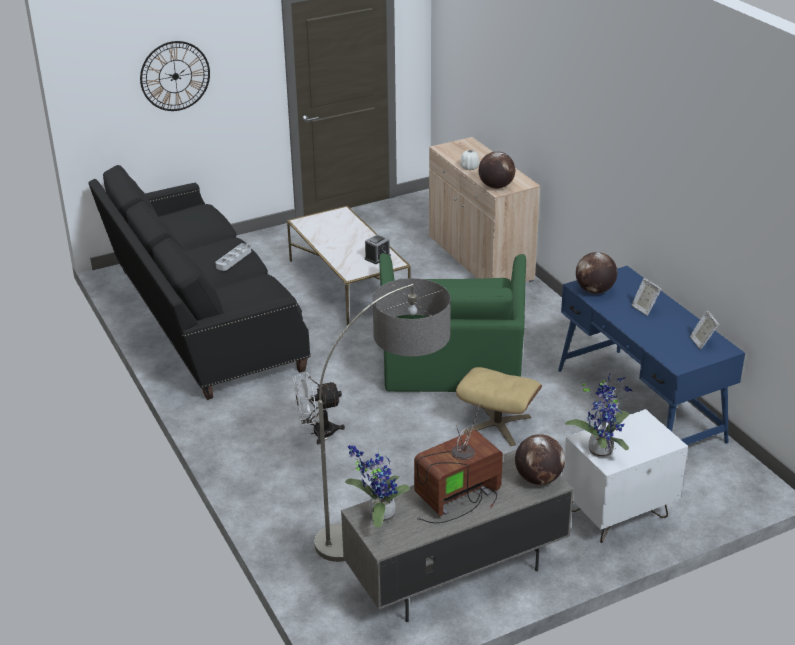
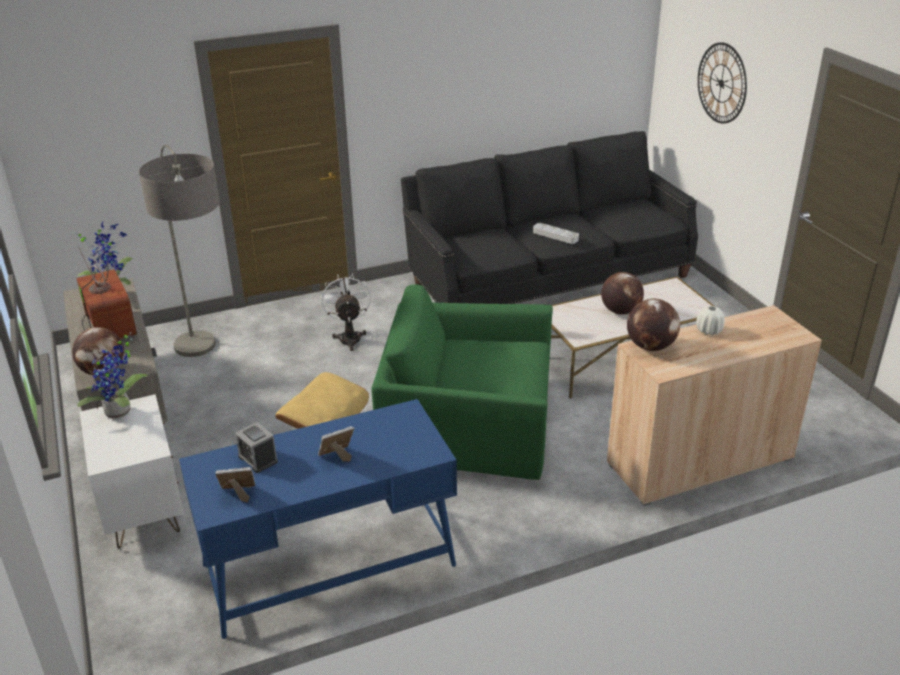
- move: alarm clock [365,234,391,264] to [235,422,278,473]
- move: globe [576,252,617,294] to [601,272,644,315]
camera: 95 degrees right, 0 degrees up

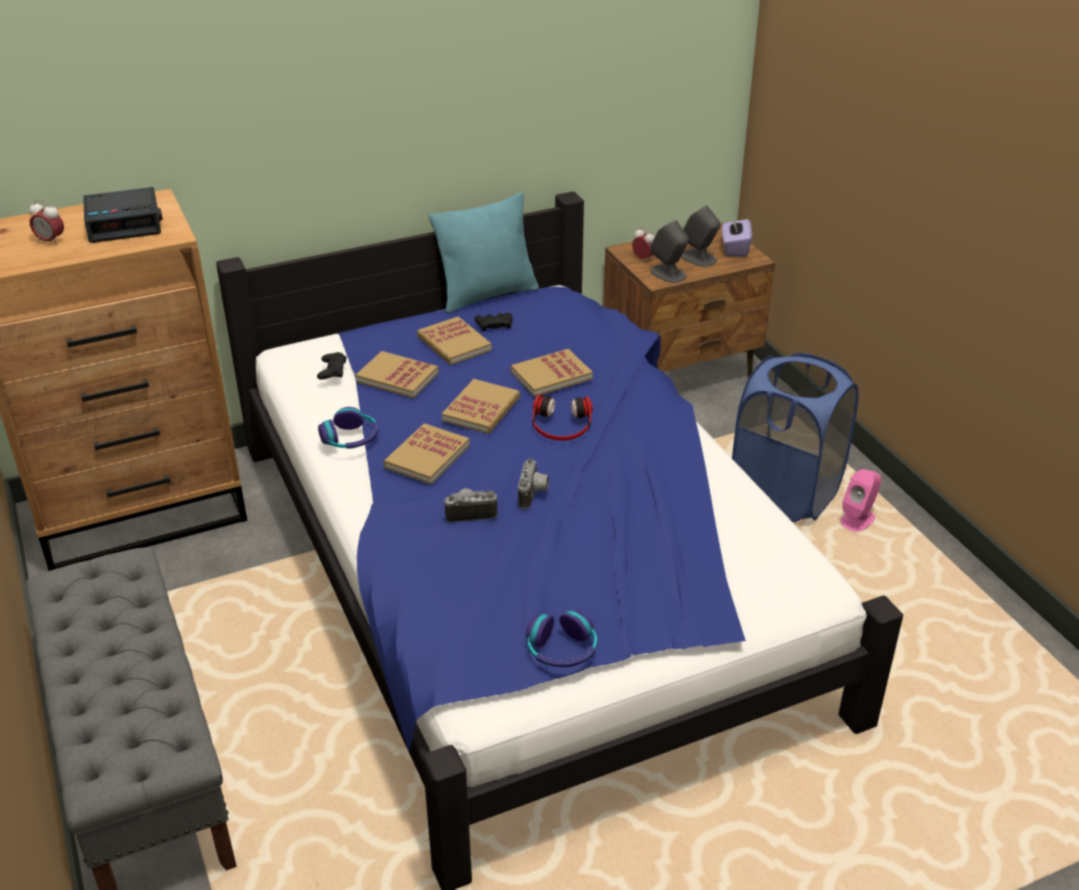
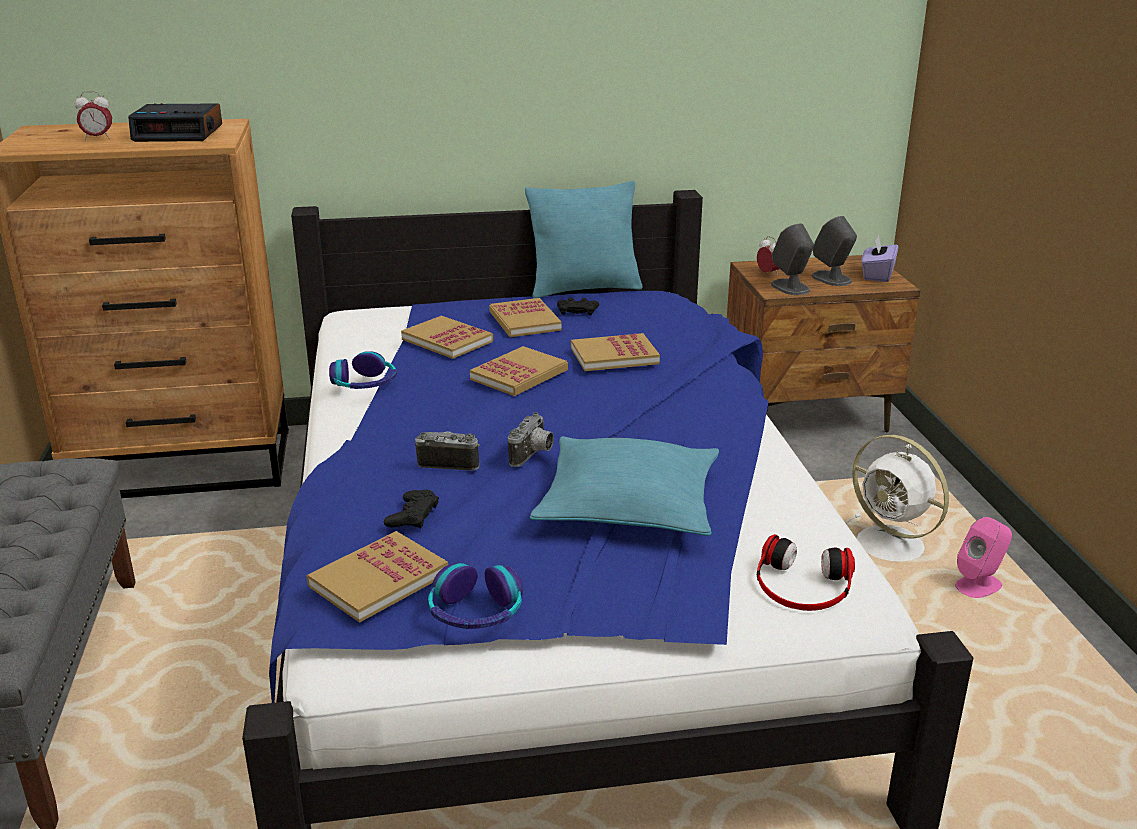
- rotate: alarm clock [29,200,64,246] = [74,91,112,140] 45 degrees counterclockwise
- move: book [383,423,470,484] to [306,531,448,623]
- move: game controller in black [317,352,346,380] to [384,490,439,529]
- insert: pillow in turquoise [530,436,719,536]
- move: headphones [532,394,593,441] to [757,534,855,611]
- replace: laundry basket in blue [732,353,858,522] to fan in white [846,435,949,561]
camera: 15 degrees right, 10 degrees down

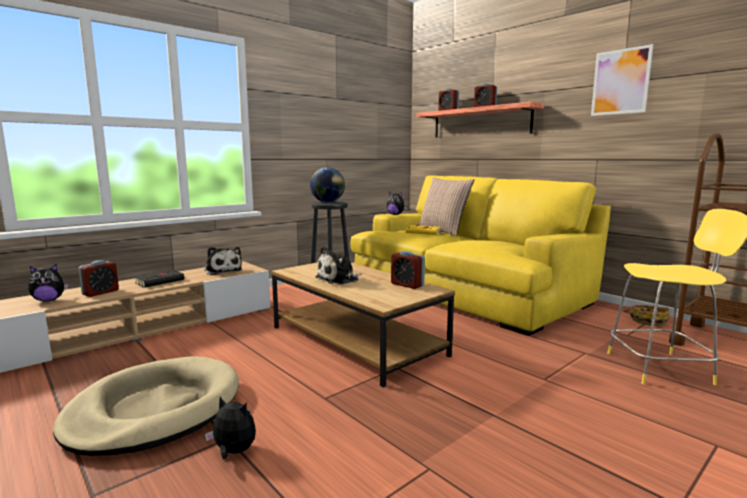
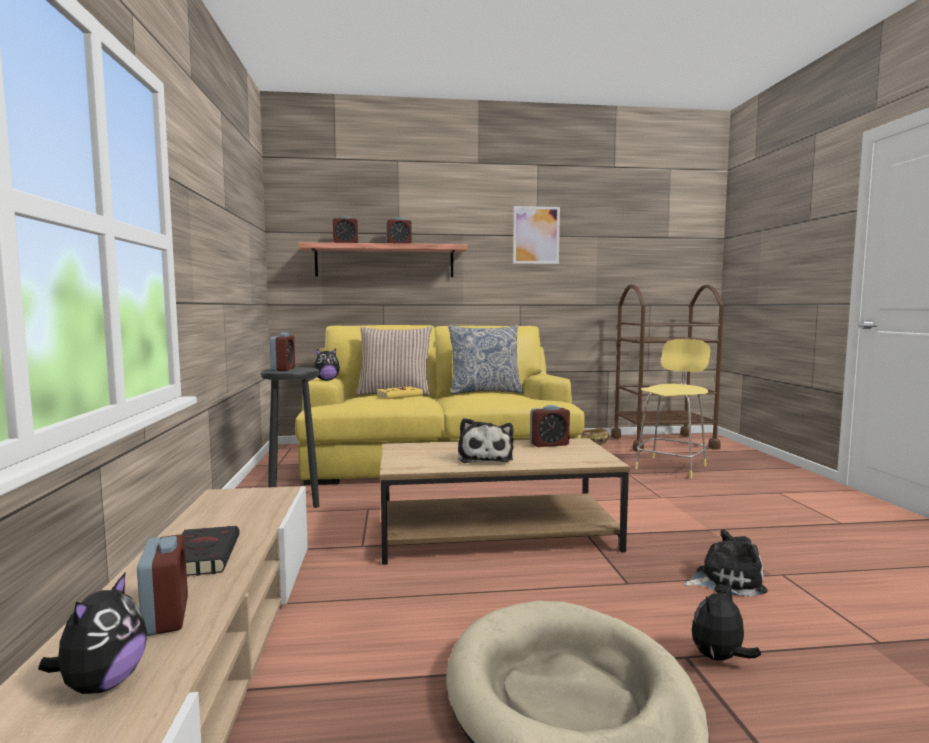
- replace: globe [310,167,345,203] to alarm clock [270,333,295,371]
- insert: pillow [448,325,523,394]
- move: plush toy [205,247,242,275] to [683,529,768,597]
camera: 55 degrees left, 5 degrees down

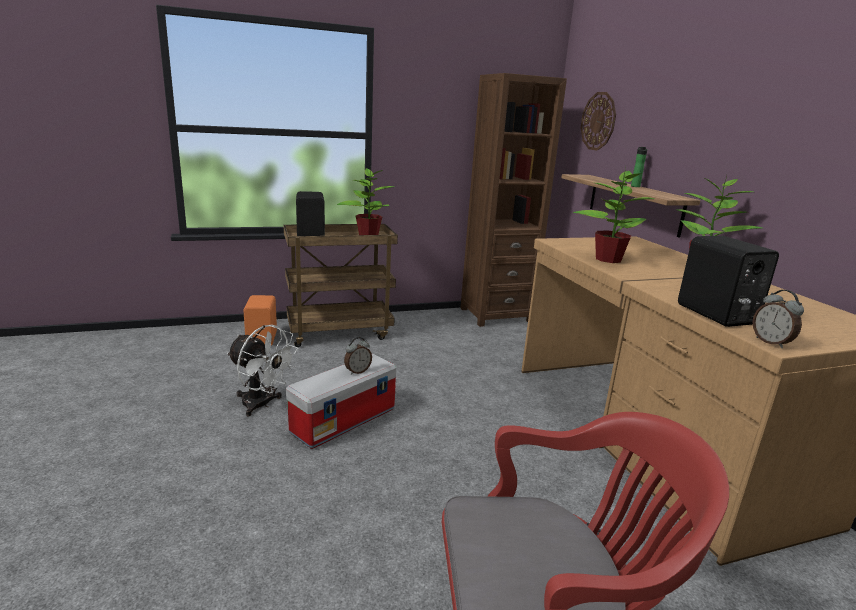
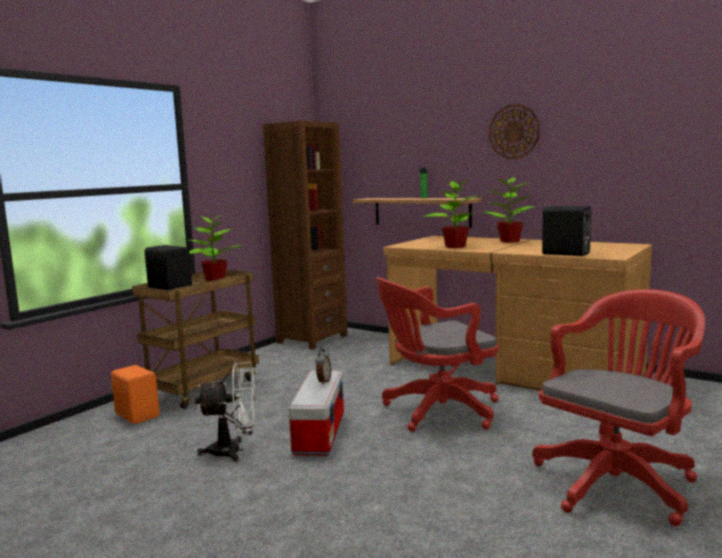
- insert: office chair in red [376,277,499,432]
- move: wall clock [580,92,616,151] to [489,104,540,159]
- delete: alarm clock [753,290,804,348]
camera: 35 degrees left, 10 degrees down

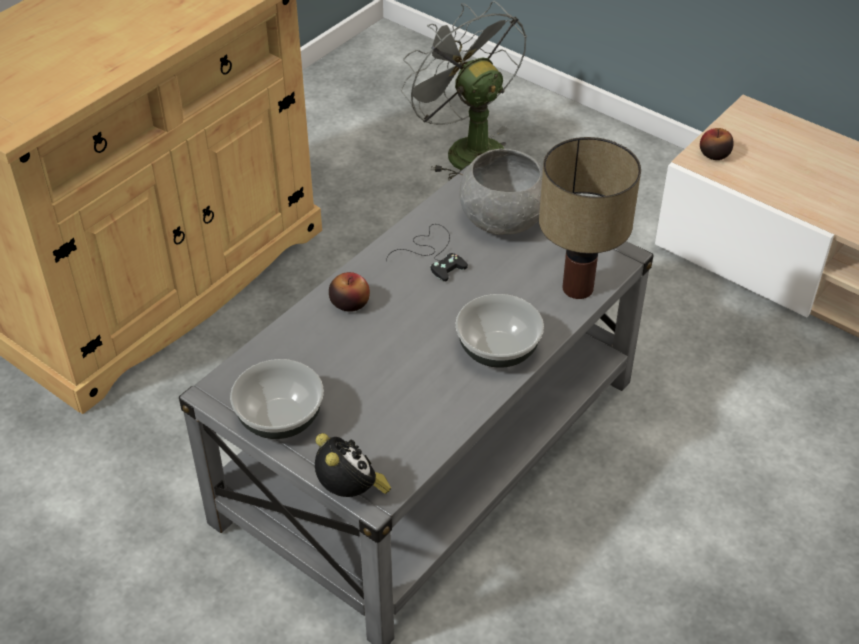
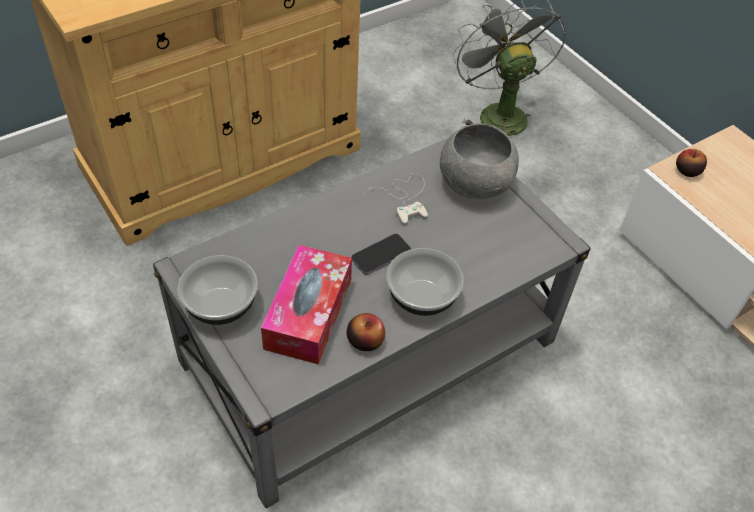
- insert: tissue box [261,245,352,365]
- move: apple [329,272,370,312] to [347,313,385,351]
- insert: phone [351,233,411,275]
- recolor: game controller in black [386,224,468,282] to game controller in white [364,173,428,225]
- delete: alarm clock [315,433,391,497]
- delete: table lamp [539,137,641,299]
camera: 15 degrees right, 5 degrees up

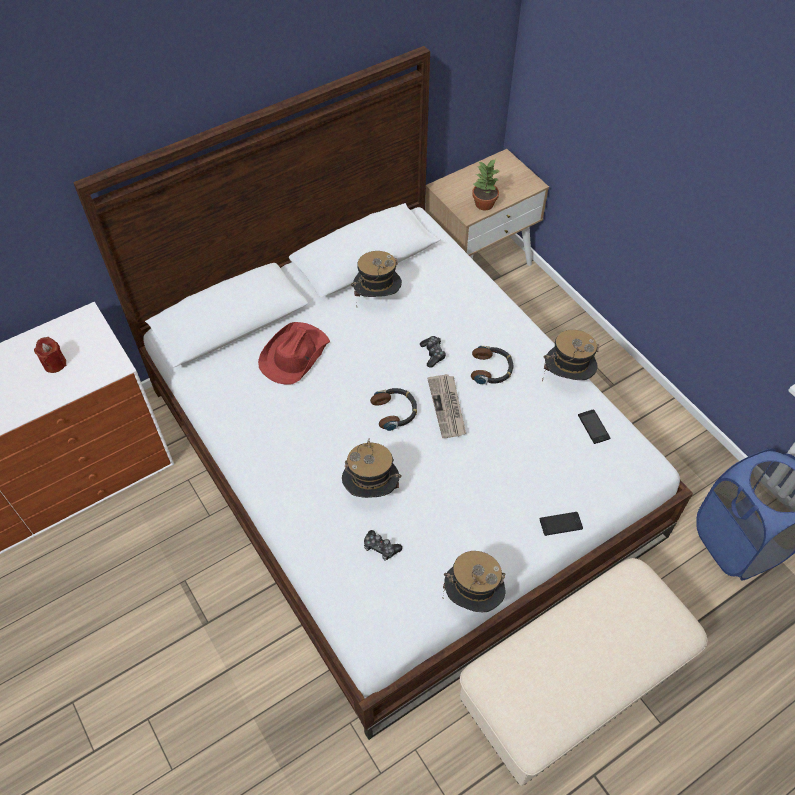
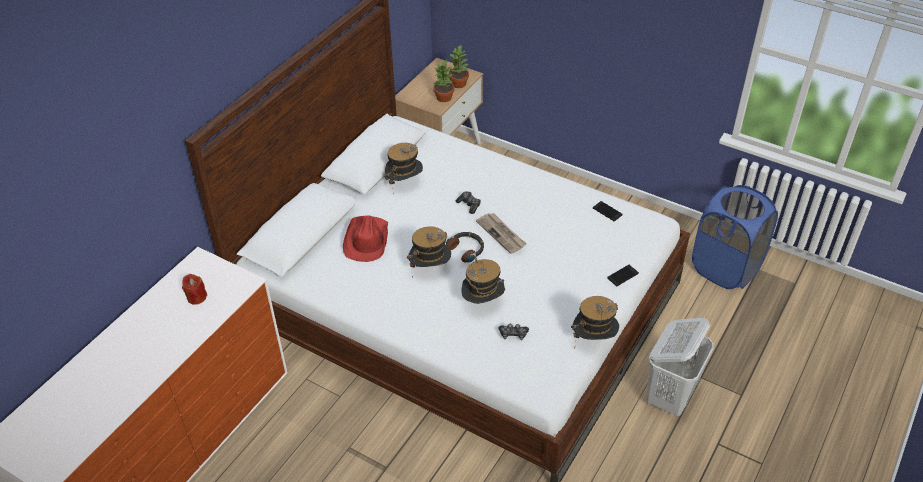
- move: hat [542,330,599,381] to [407,226,451,278]
- insert: potted plant [448,45,469,88]
- replace: ottoman in beige [460,558,707,786] to laundry basket in white [646,318,714,416]
- delete: headphones [471,345,514,384]
camera: 25 degrees left, 10 degrees down

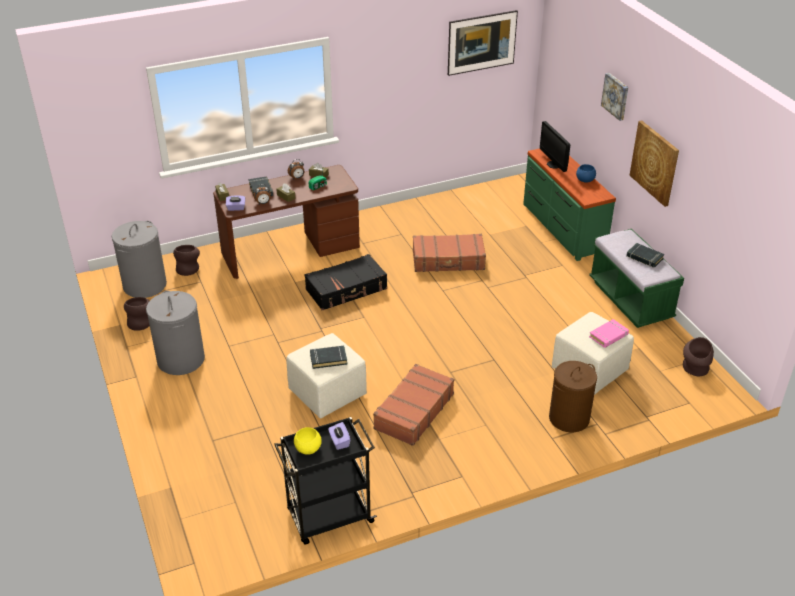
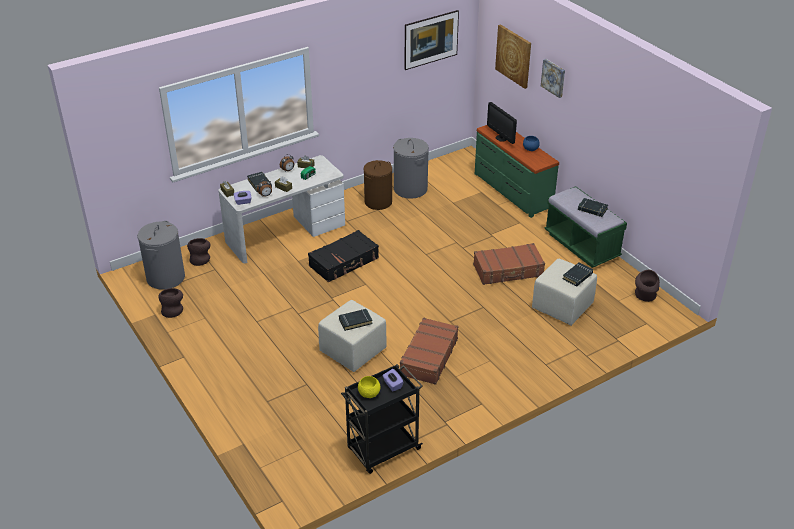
- recolor: desk in brown [213,165,360,279] to desk in white [218,155,345,263]
- move: laundry basket in brown [549,361,597,433] to [364,160,392,210]
- move: laundry basket in grey [146,291,205,375] to [393,138,429,199]
- move: suitcase in brown [413,234,486,272] to [473,243,545,285]
- move: picture [630,120,679,207] to [495,24,531,89]
- recolor: book in pink [589,319,629,348] to book in black [563,263,593,286]
camera: 10 degrees left, 0 degrees up

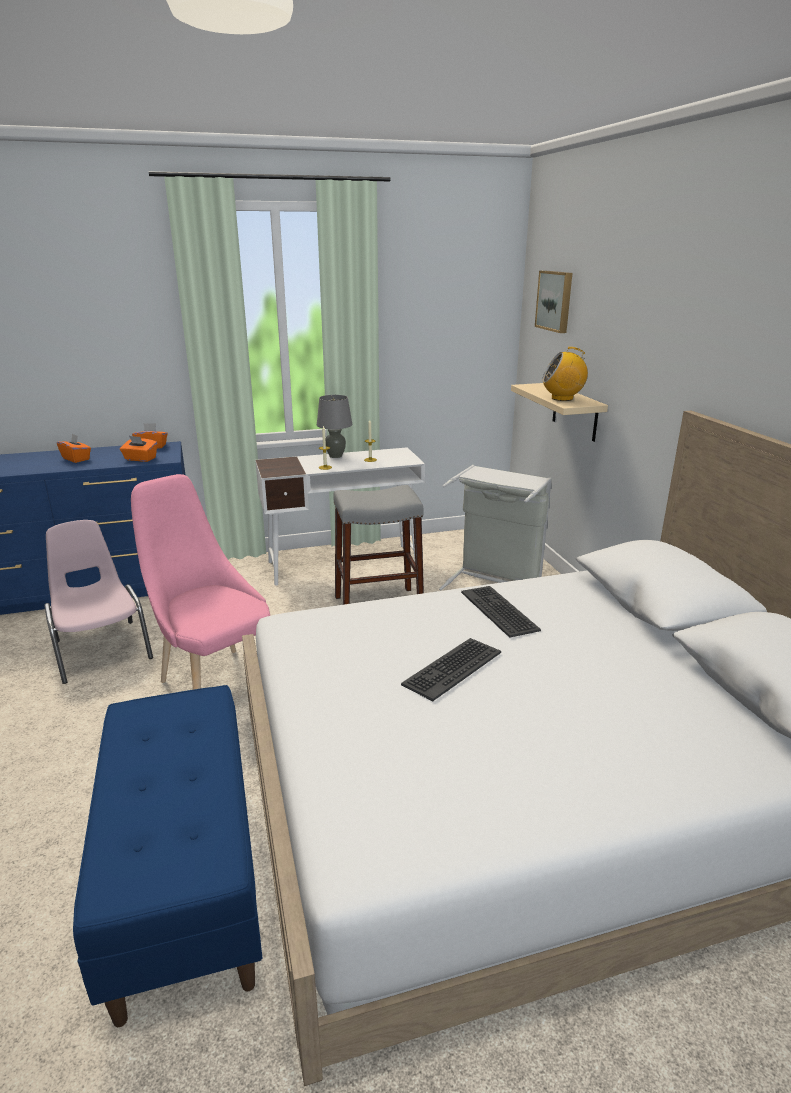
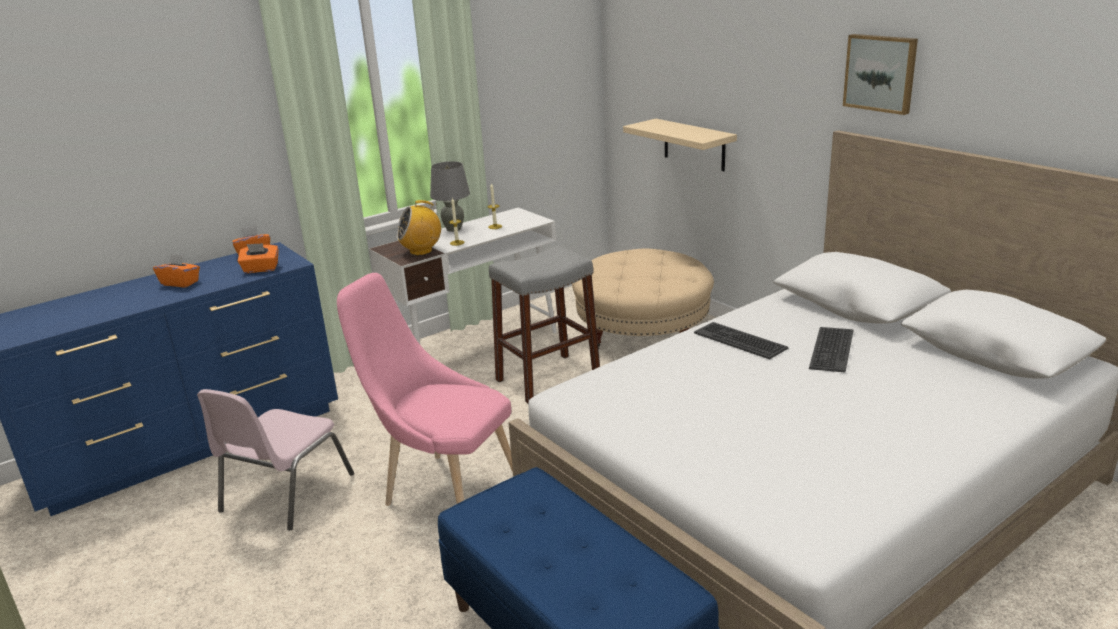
- rotate: chair in pink [45,520,153,684] = [197,389,354,530] 105 degrees counterclockwise
- move: radio [542,347,588,401] to [396,200,441,256]
- replace: laundry basket in grey [439,465,552,590] to ottoman in beige [572,248,714,350]
- move: keyboard [401,638,501,701] to [809,327,854,373]
- move: picture [535,270,572,333] to [843,34,918,115]
camera: 20 degrees left, 0 degrees up

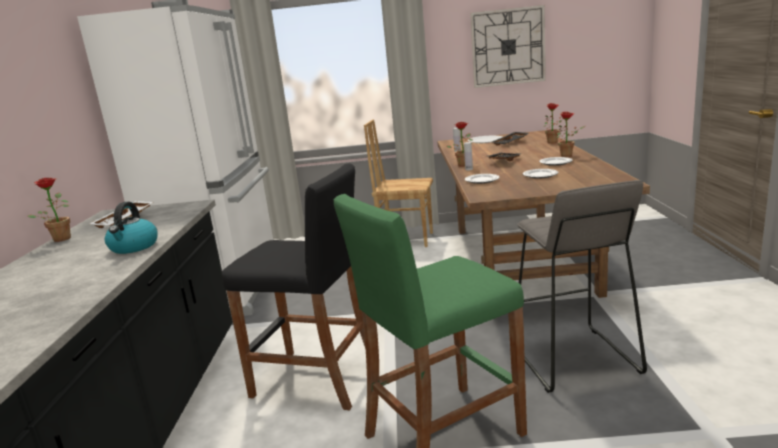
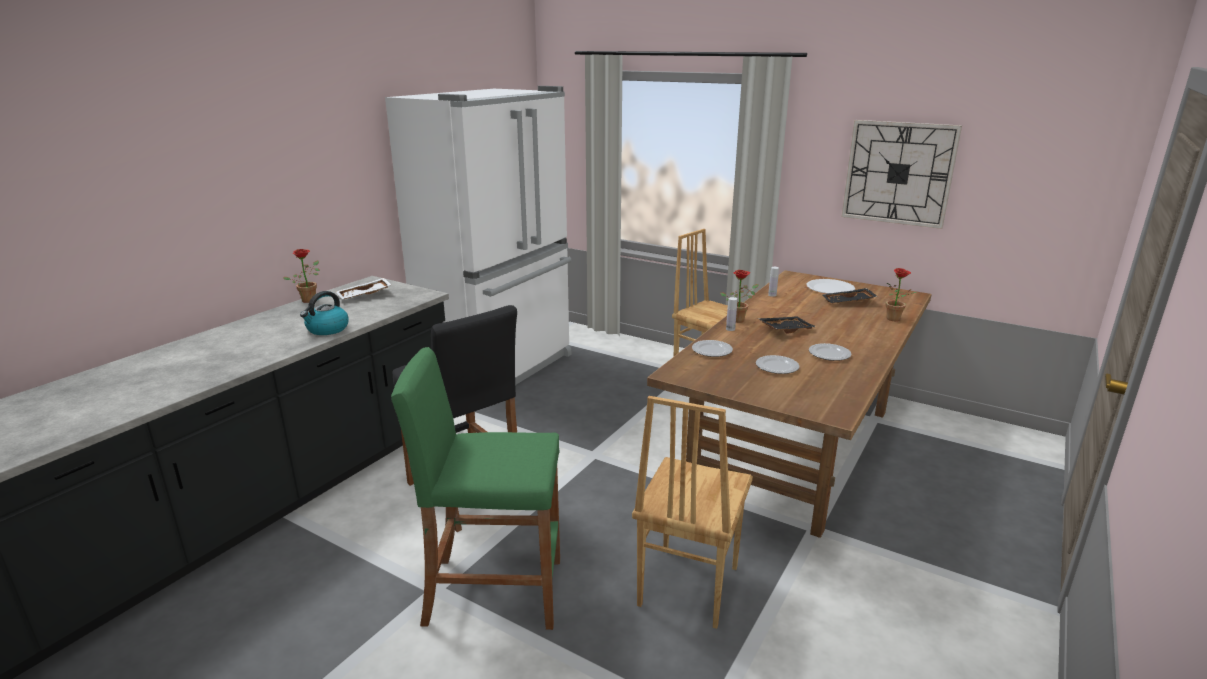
- replace: stool in grey [517,180,647,393] to chair in brown [632,396,753,629]
- delete: potted plant [556,111,585,157]
camera: 30 degrees right, 5 degrees up

